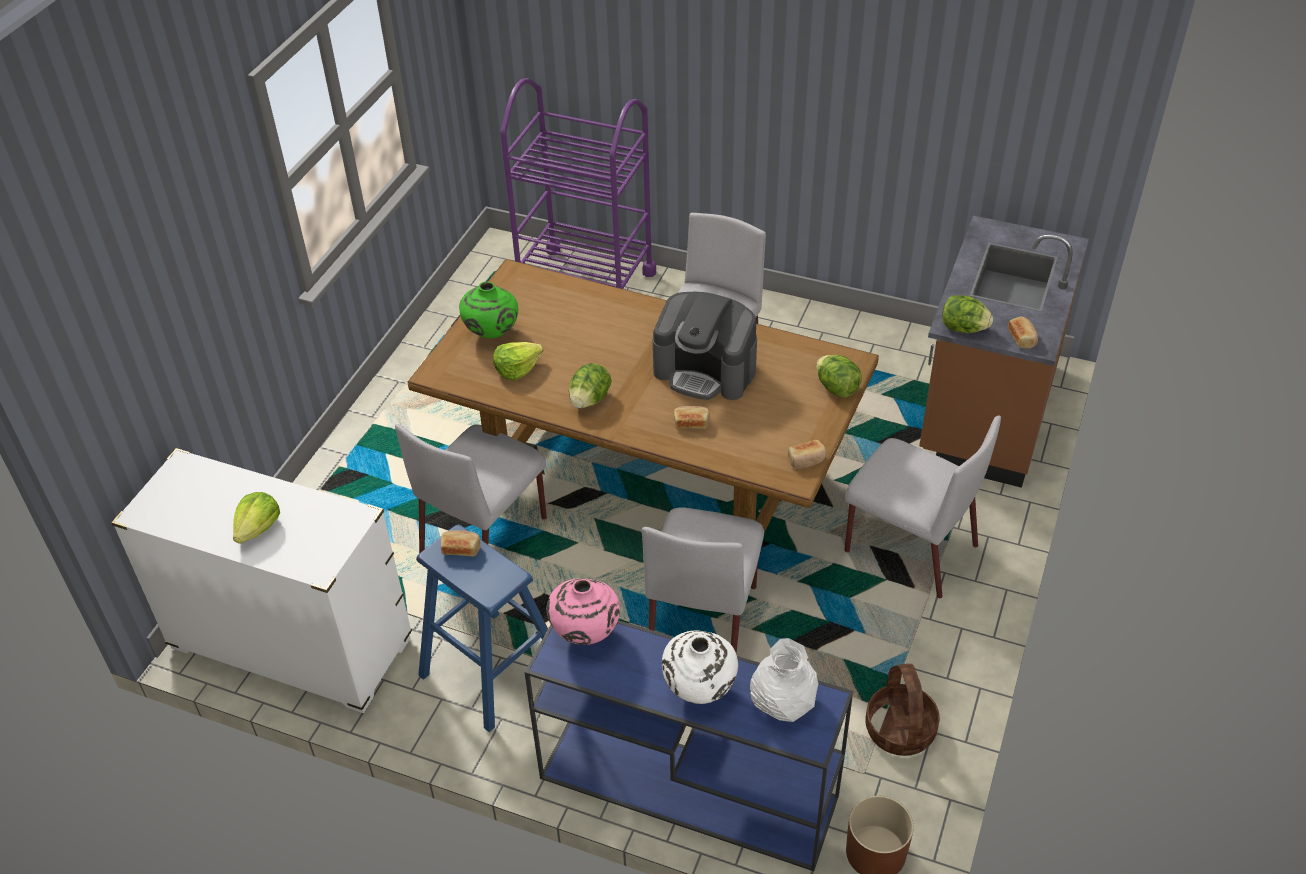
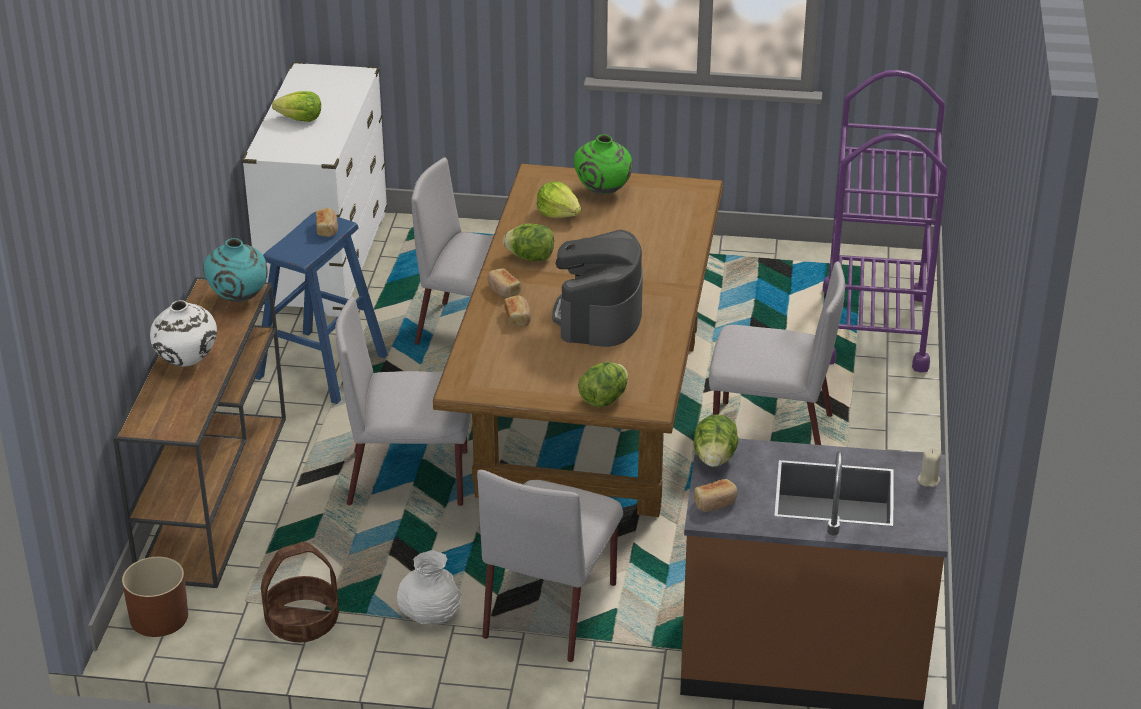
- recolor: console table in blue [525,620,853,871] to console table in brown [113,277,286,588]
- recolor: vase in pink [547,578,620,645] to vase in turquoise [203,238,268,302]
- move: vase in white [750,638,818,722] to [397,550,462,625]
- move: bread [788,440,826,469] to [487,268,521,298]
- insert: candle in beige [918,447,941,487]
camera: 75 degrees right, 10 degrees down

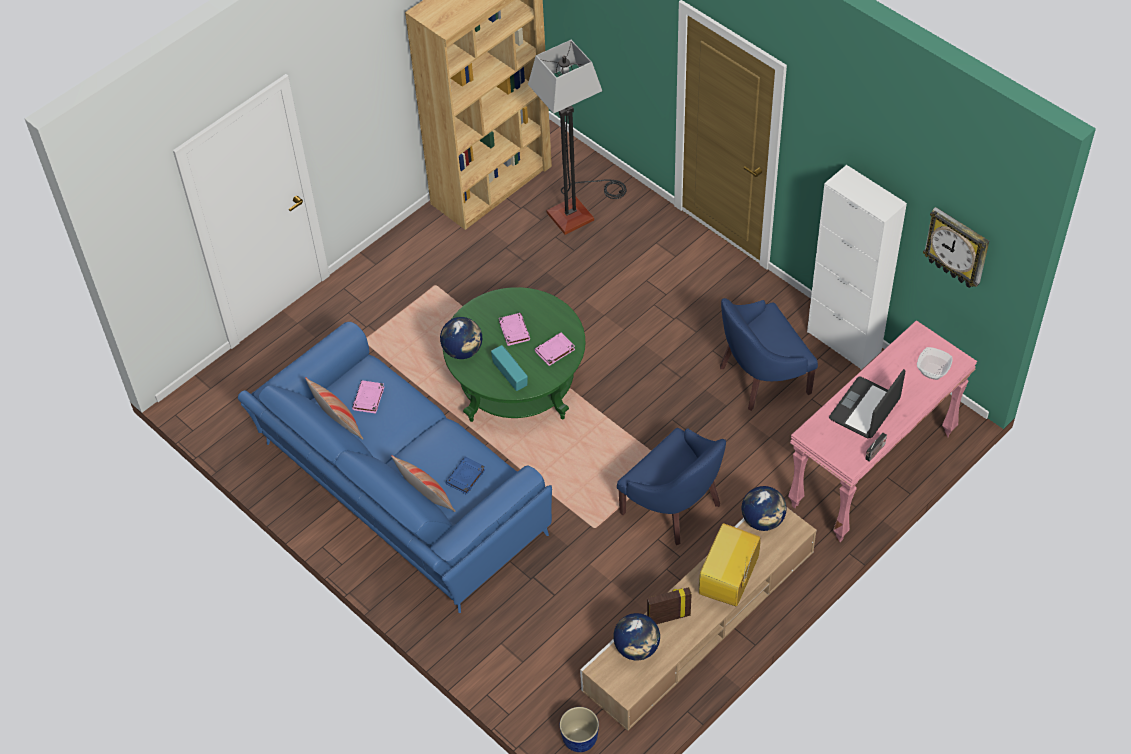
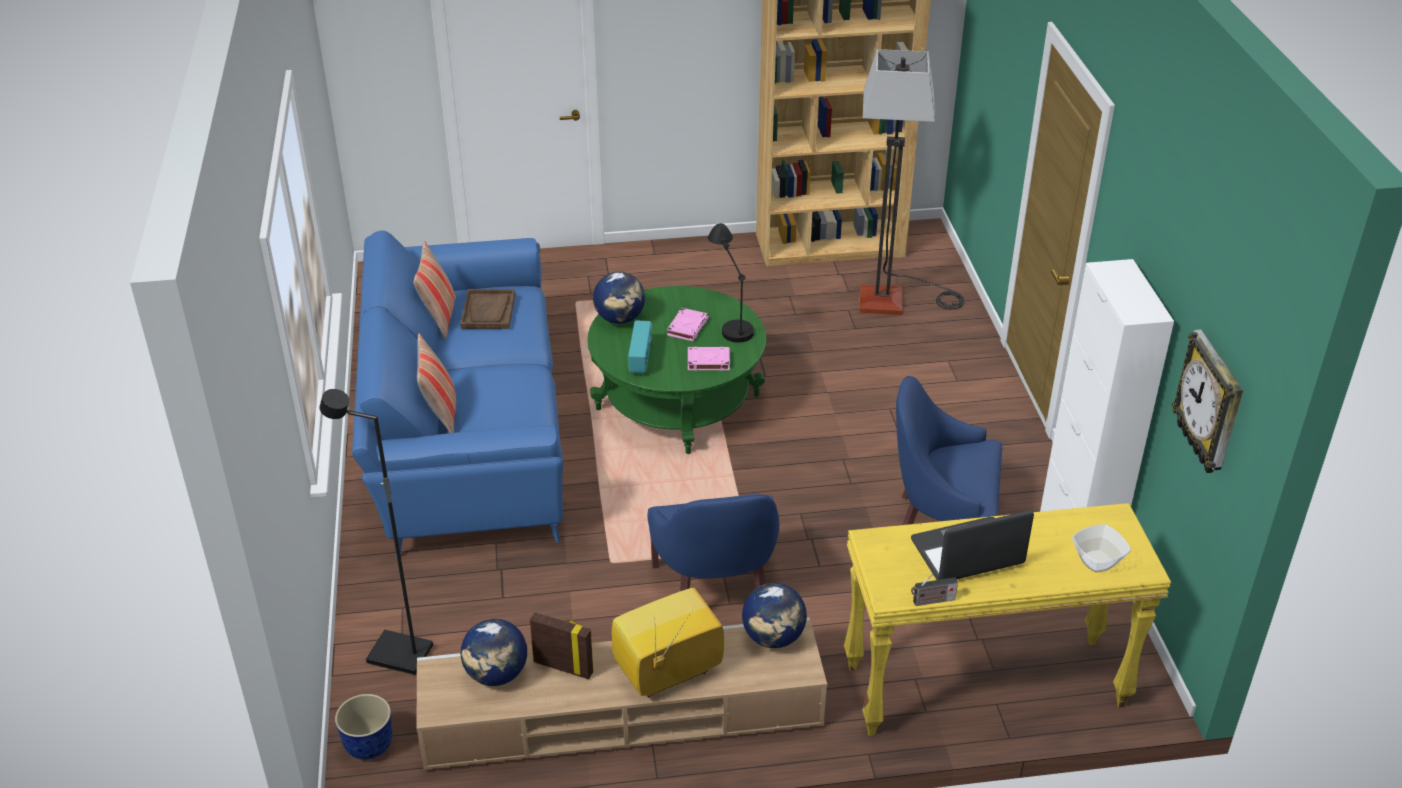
- insert: floor lamp in black [320,389,433,675]
- replace: book in pink [352,380,384,414] to tray in brown [460,289,515,329]
- insert: table lamp in black [708,223,754,343]
- recolor: console table in pink [788,320,977,542] to console table in yellow [844,503,1171,736]
- delete: book in blue [445,457,485,495]
camera: 35 degrees right, 15 degrees down

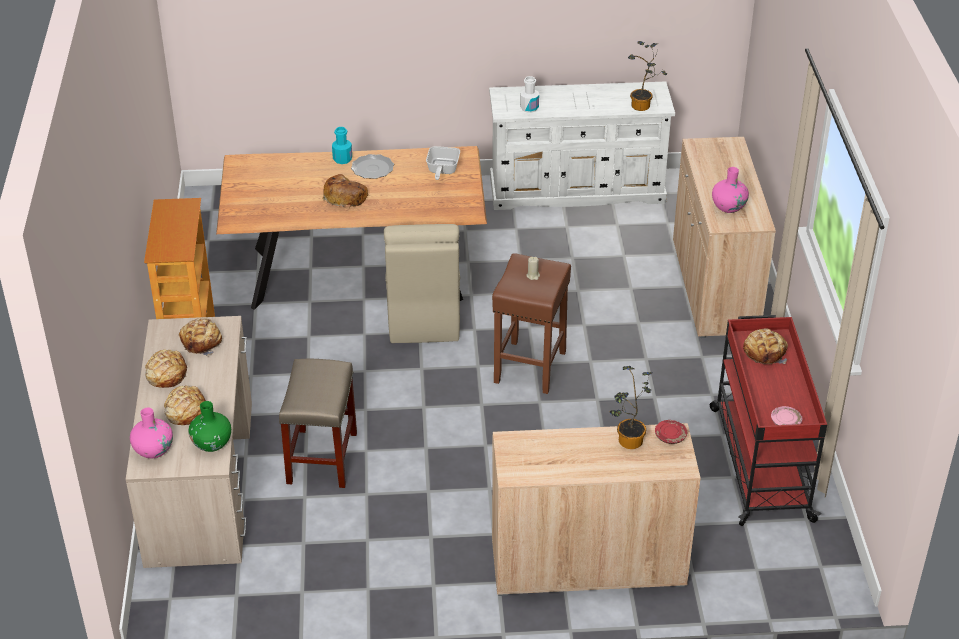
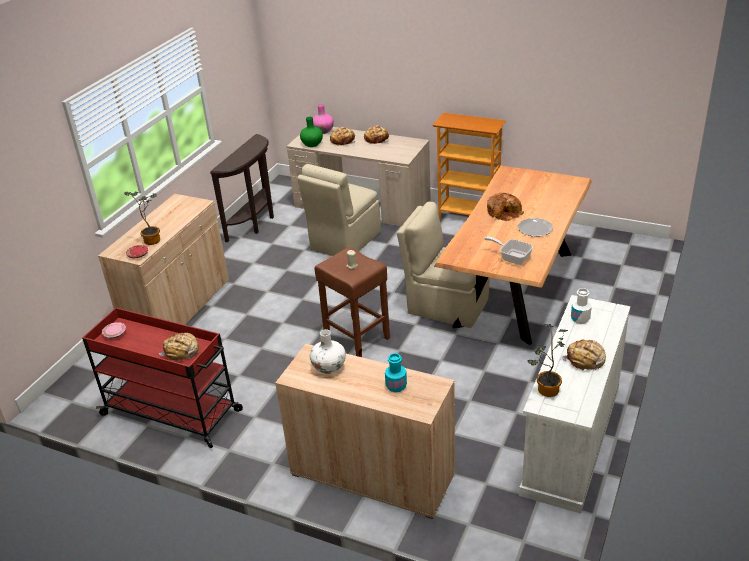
- insert: console table in brown [210,134,274,242]
- replace: stool in beige [279,359,357,488] to chair in beige [297,164,381,256]
- recolor: vase in pink [712,167,749,213] to vase in white [310,329,346,374]
- move: bottle in turquoise [332,127,352,164] to [385,353,407,392]
- move: bread [179,318,223,356] to [561,339,606,371]
camera: 120 degrees right, 5 degrees down

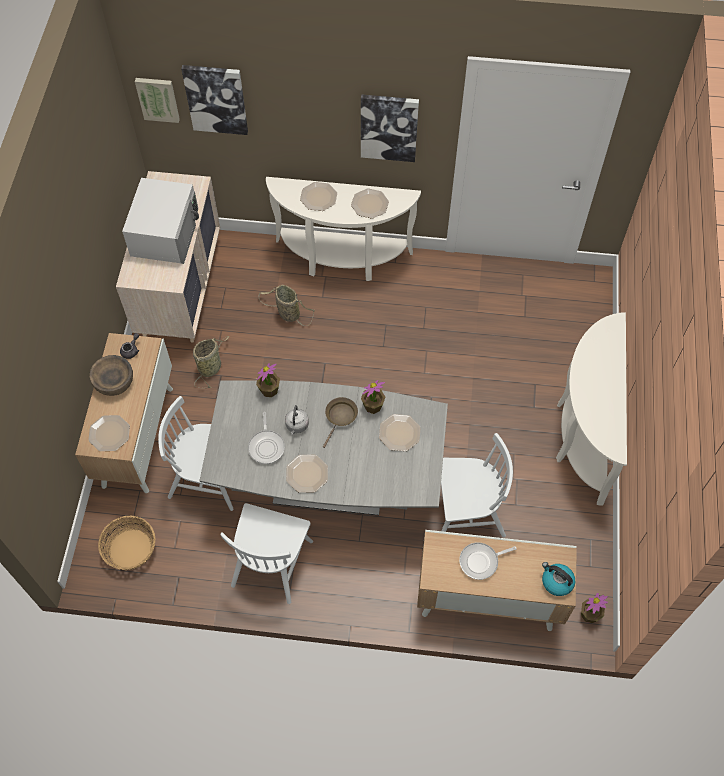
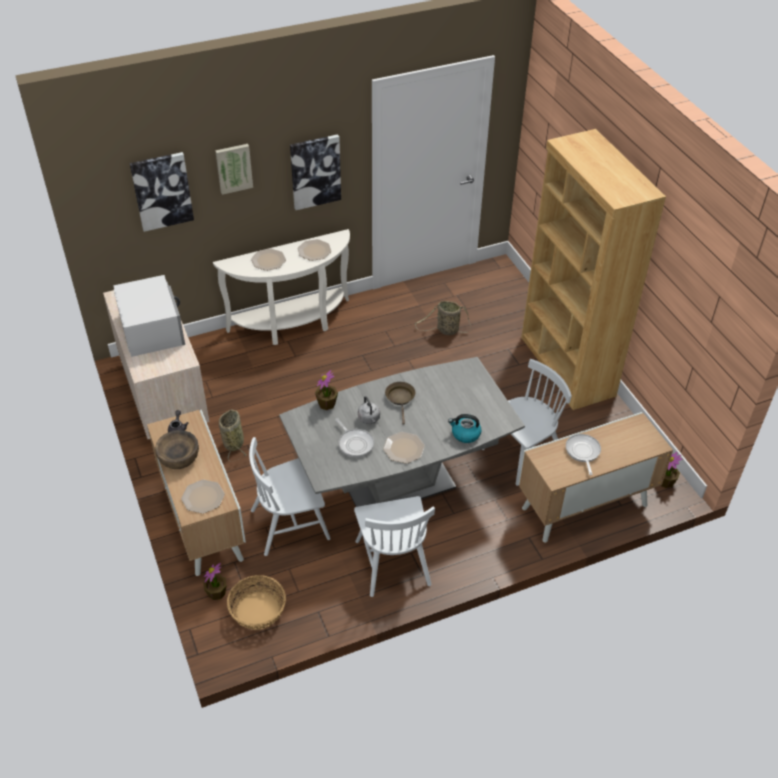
- move: potted plant [361,380,385,414] to [203,563,226,600]
- move: picture [135,78,180,123] to [215,144,253,195]
- move: basket [259,285,315,326] to [415,301,471,335]
- move: kettle [542,562,575,596] to [448,414,481,443]
- replace: console table in white [556,312,627,506] to bookcase in brown [521,129,666,410]
- rotate: frying pan [459,542,517,580] = [566,434,601,475] 135 degrees clockwise
- delete: plate [379,414,420,451]
camera: 30 degrees left, 15 degrees down

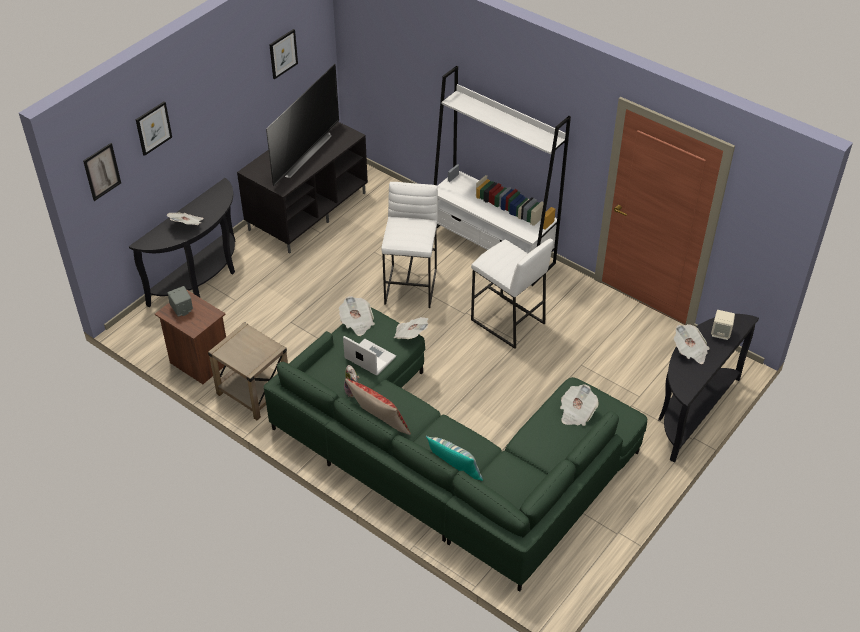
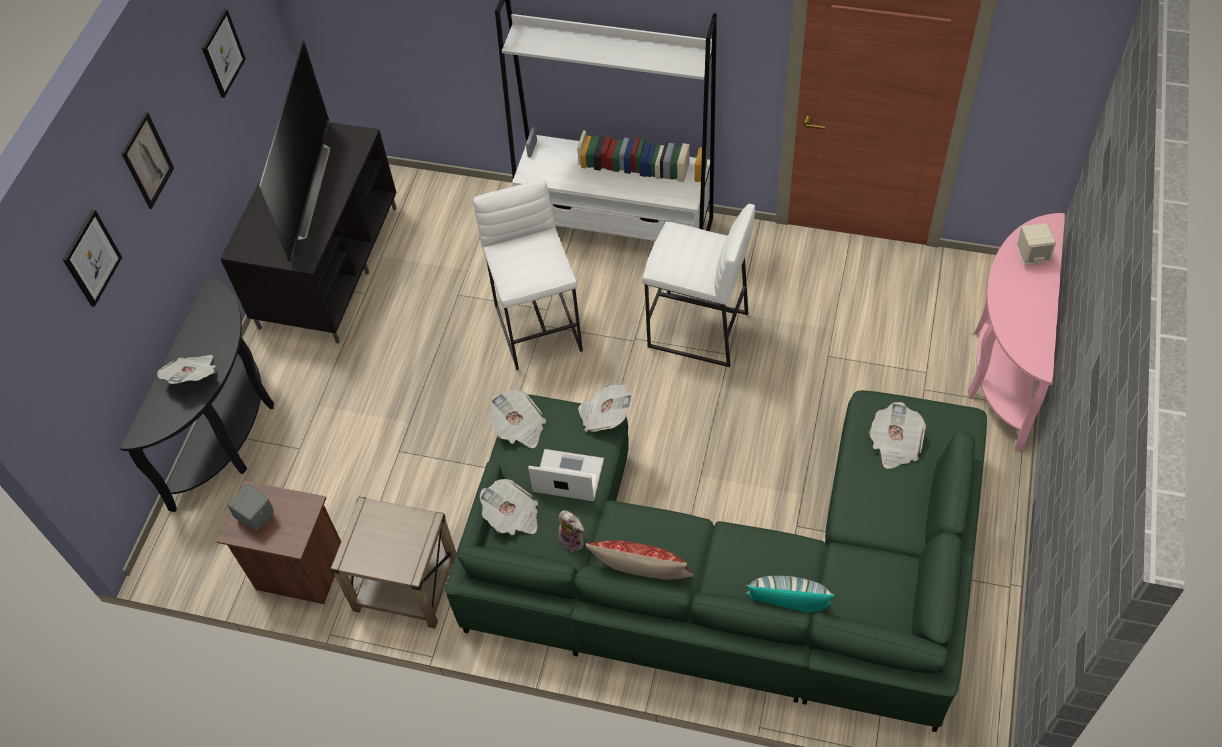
- move: picture [83,143,121,201] to [122,112,174,209]
- move: newspaper [674,324,709,364] to [480,479,538,535]
- recolor: console table in black [658,314,759,462] to console table in pink [968,213,1065,451]
camera: 20 degrees left, 10 degrees up

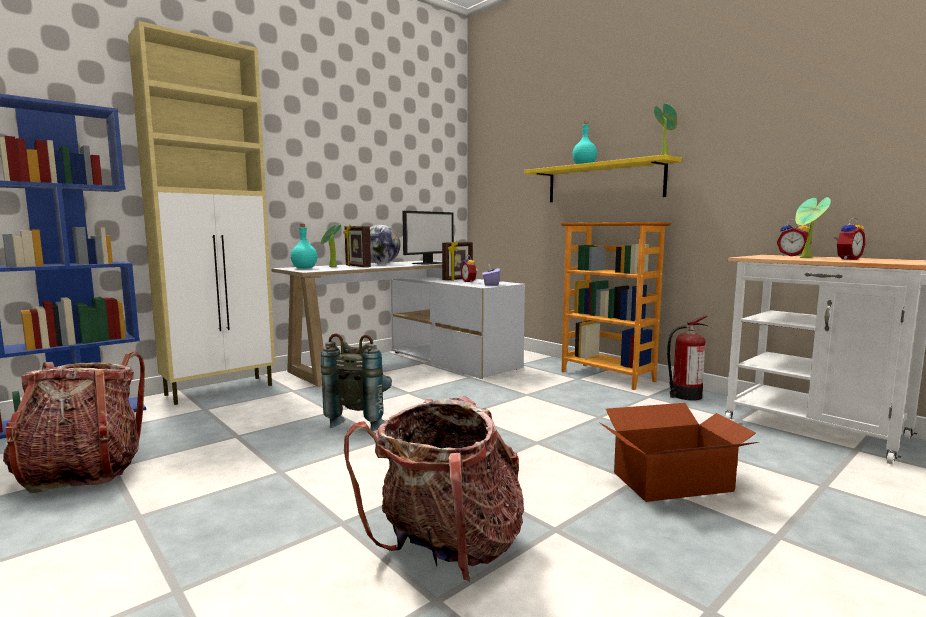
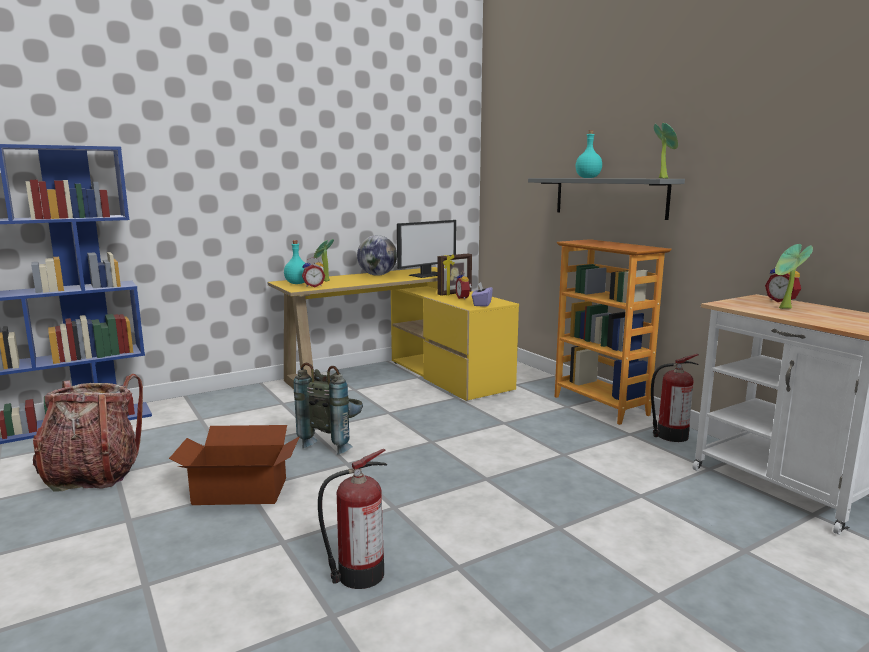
- move: cardboard box [599,403,759,502] to [169,425,300,505]
- recolor: desk in white [272,260,525,387] to desk in yellow [267,267,519,401]
- move: alarm clock [835,217,865,260] to [302,257,325,287]
- replace: backpack [344,396,524,583] to fire extinguisher [318,449,387,589]
- recolor: shelf in yellow [524,155,682,202] to shelf in grey [528,178,685,220]
- delete: cabinet in beige [128,21,275,405]
- delete: picture frame [343,225,371,267]
camera: 10 degrees right, 5 degrees up

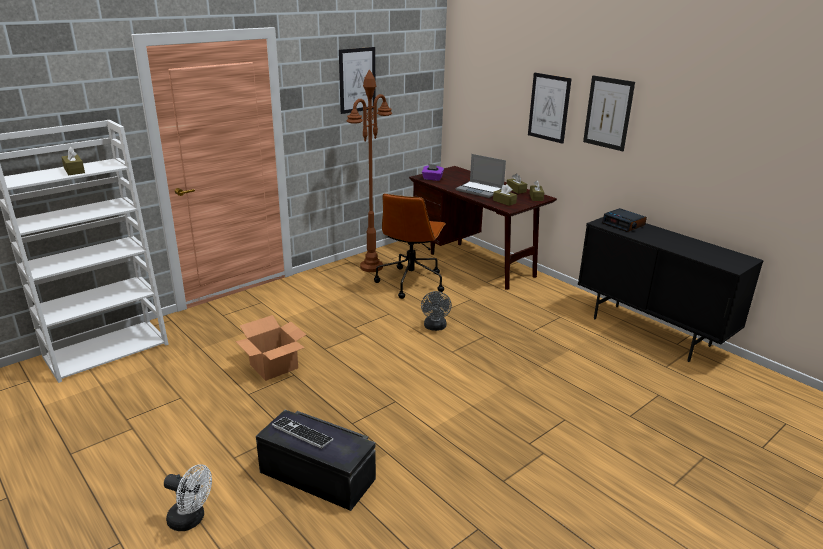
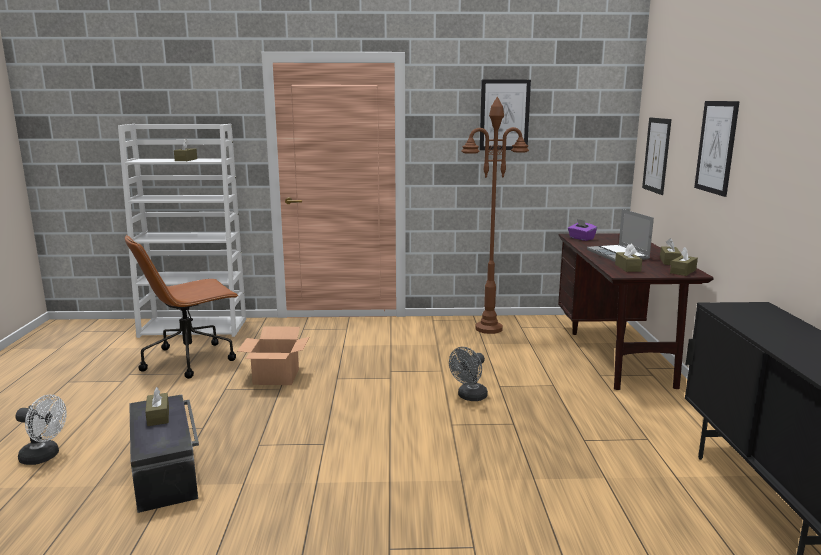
- rotate: fan in white [164,464,212,531] = [15,395,67,465] 45 degrees counterclockwise
- move: office chair in brown [374,194,446,299] to [125,235,238,379]
- replace: keyboard [272,417,334,449] to tissue box in brown [145,387,169,426]
- move: picture [583,75,635,151] to [642,117,672,195]
- delete: alarm clock [602,208,647,232]
camera: 40 degrees right, 10 degrees down

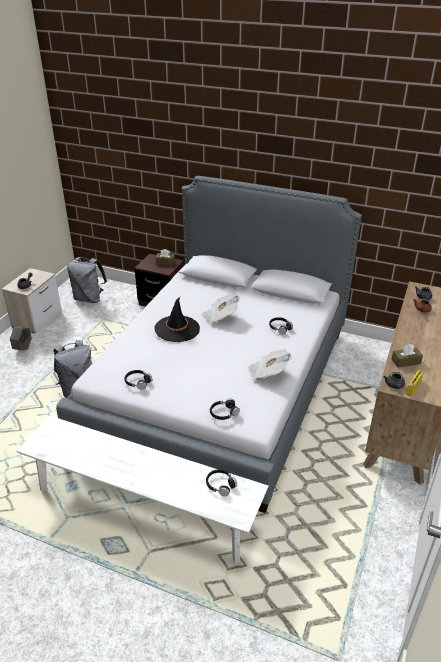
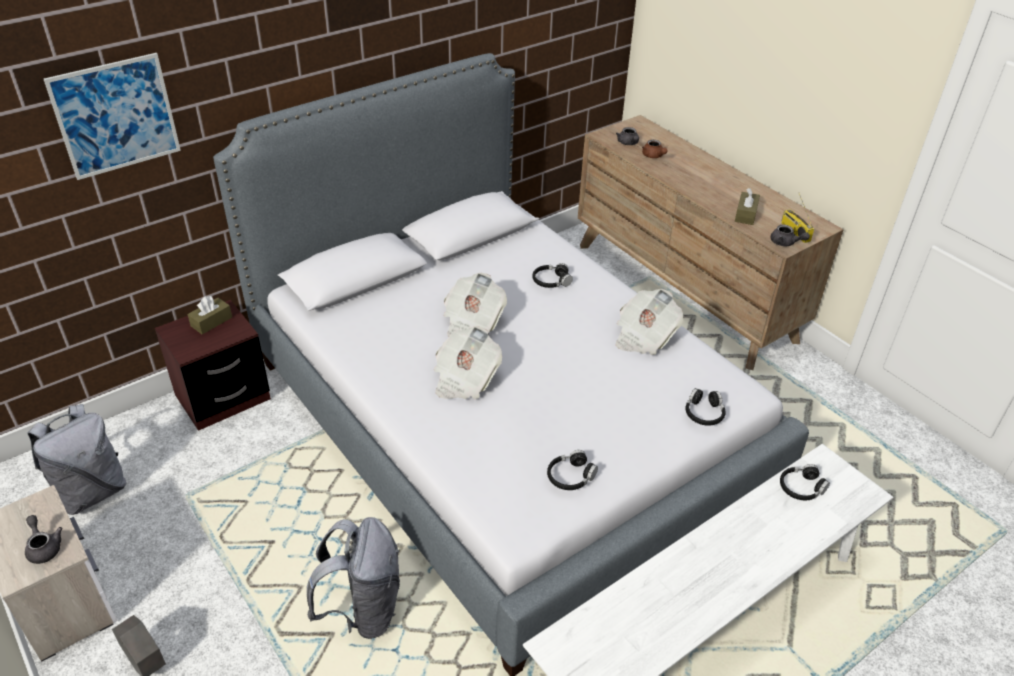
- insert: picture [44,53,181,180]
- replace: hat in black [155,296,200,342] to newspaper [434,326,502,399]
camera: 60 degrees left, 5 degrees up

